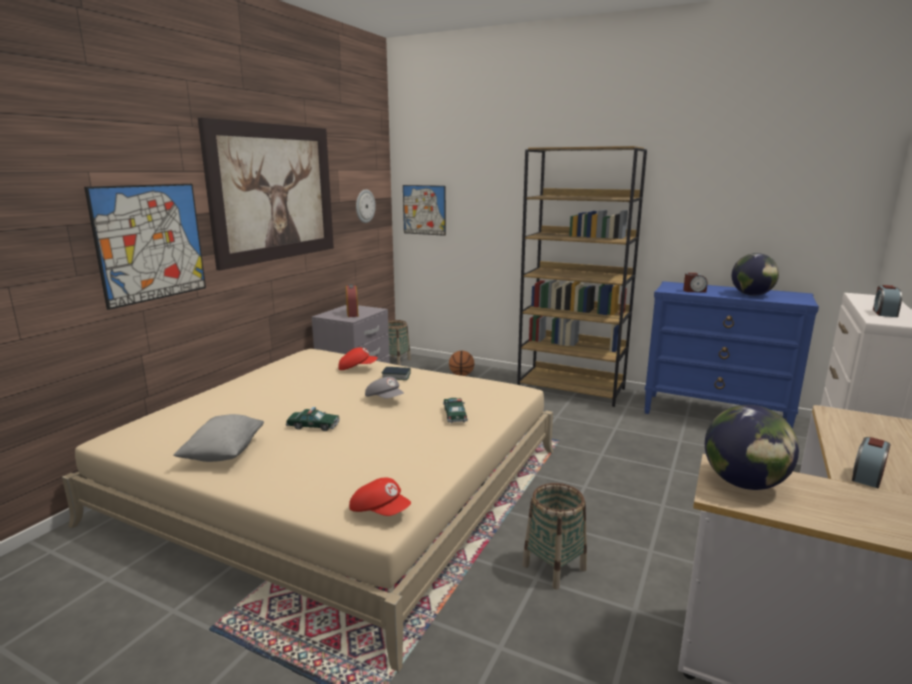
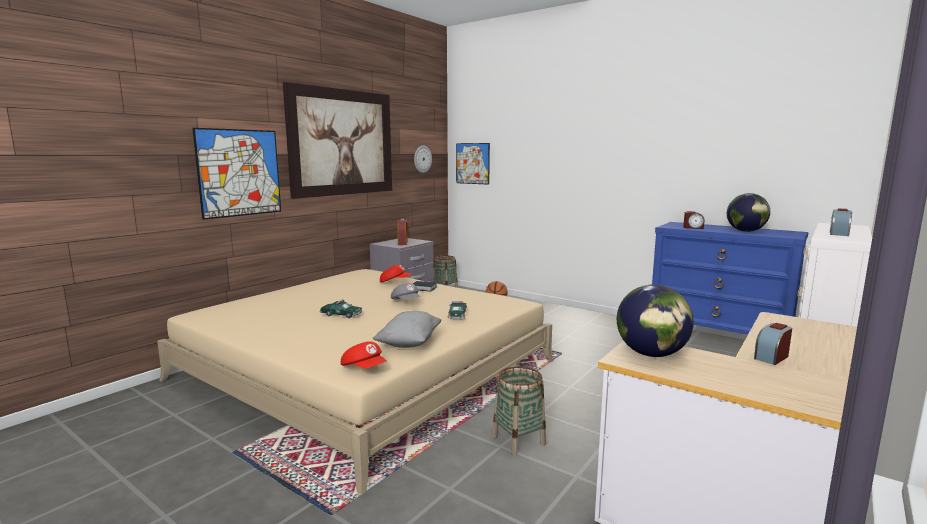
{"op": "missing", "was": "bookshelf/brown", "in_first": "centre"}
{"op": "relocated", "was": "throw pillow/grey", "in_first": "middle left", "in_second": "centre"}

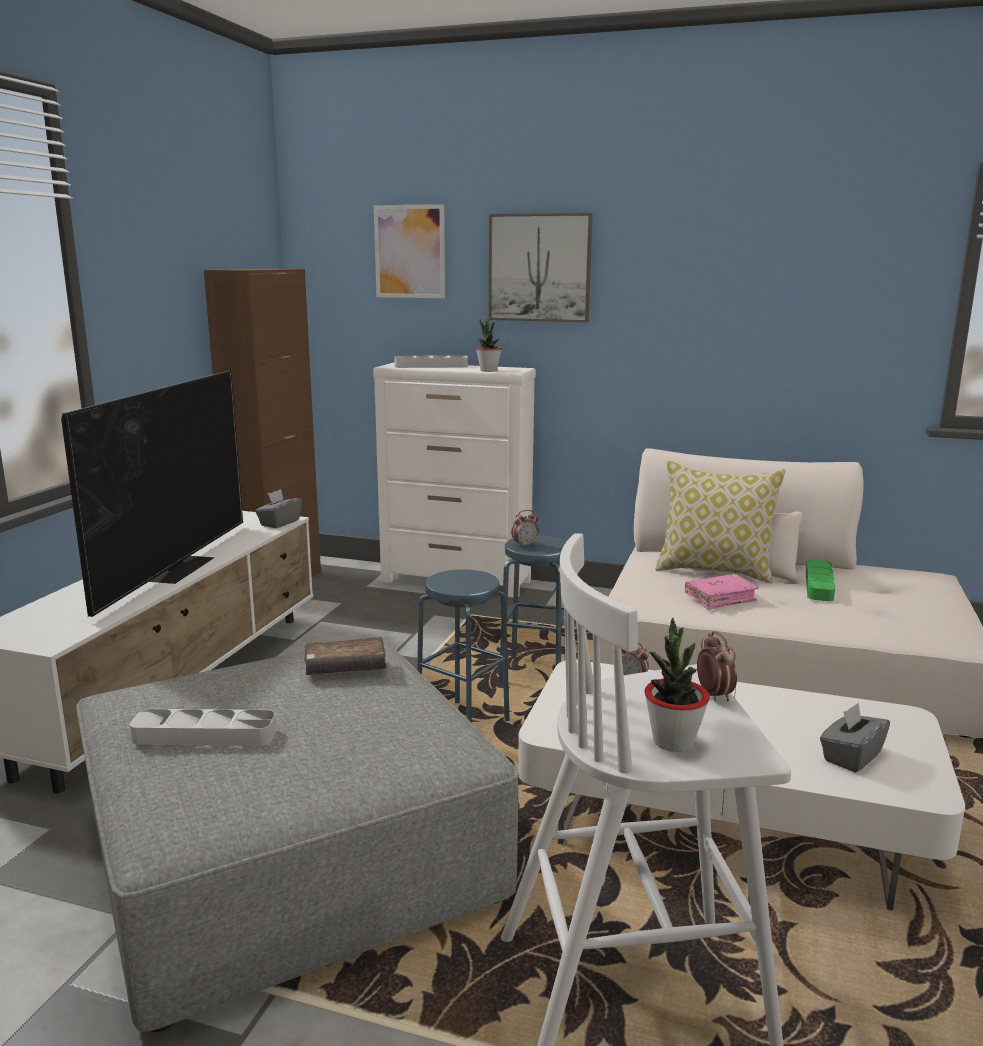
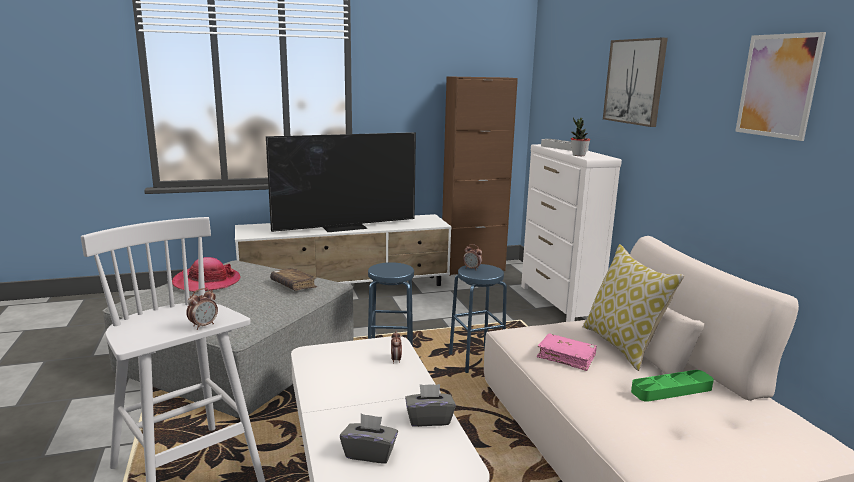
{"op": "missing", "was": "plant in a pot (no. 2 from left)", "in_first": "middle right"}
{"op": "relocated", "was": "box of tissues/grey (no. 1 from left in the first image)", "now": "box of tissues/grey (no. 2 from left)", "in_first": "middle left", "in_second": "bottom centre"}
{"op": "relocated", "was": "wall picture (no. 1 from left in the first image)", "now": "wall picture (no. 2 from left)", "in_first": "top centre", "in_second": "top right"}
{"op": "exchanged", "was": "carrying tray/grey (no. 1 from left)", "now": "hat", "in_first": "bottom left", "in_second": "middle left"}

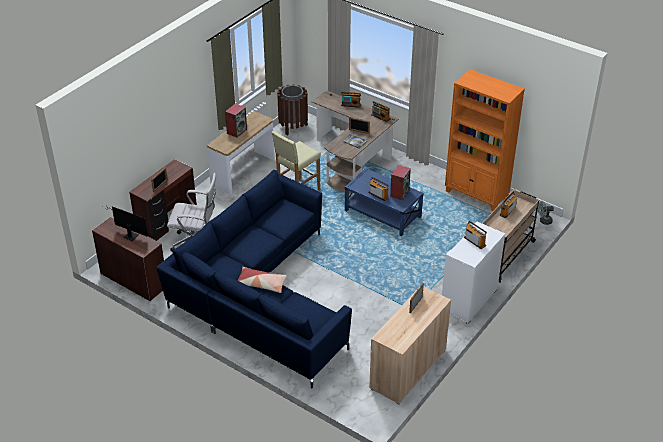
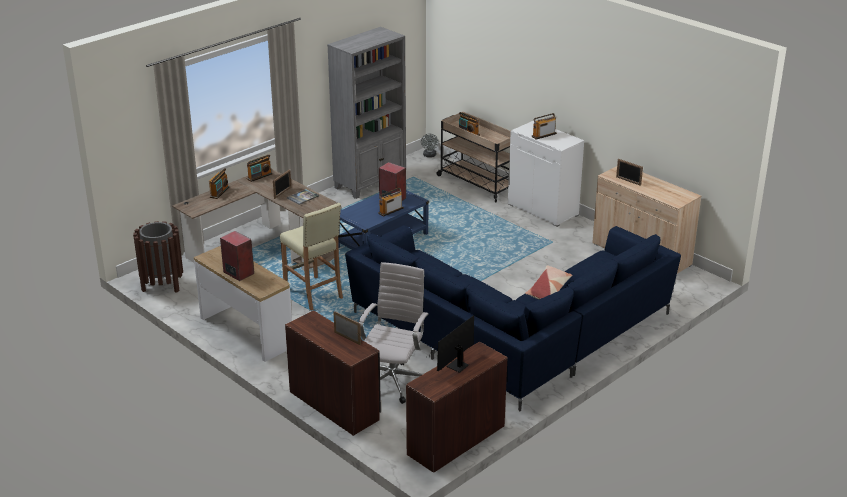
{"op": "colour", "was": "bookshelf/orangey", "now": "bookshelf/grey", "in_first": "top right", "in_second": "top centre"}

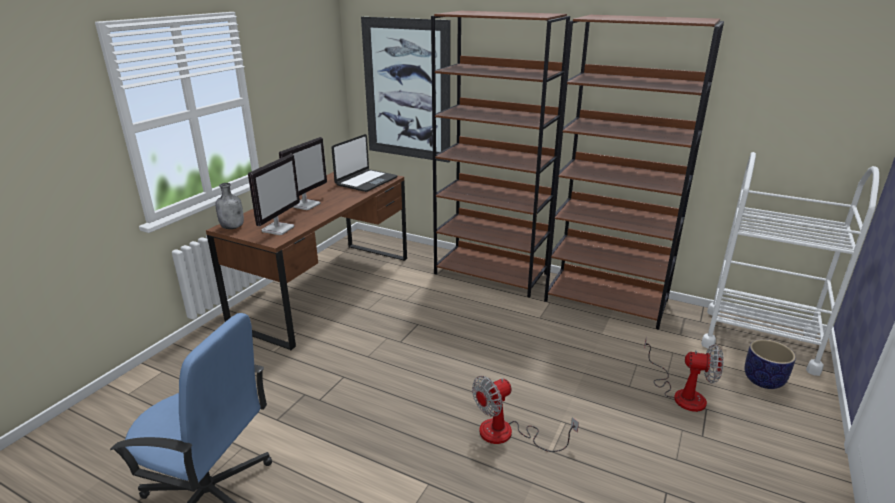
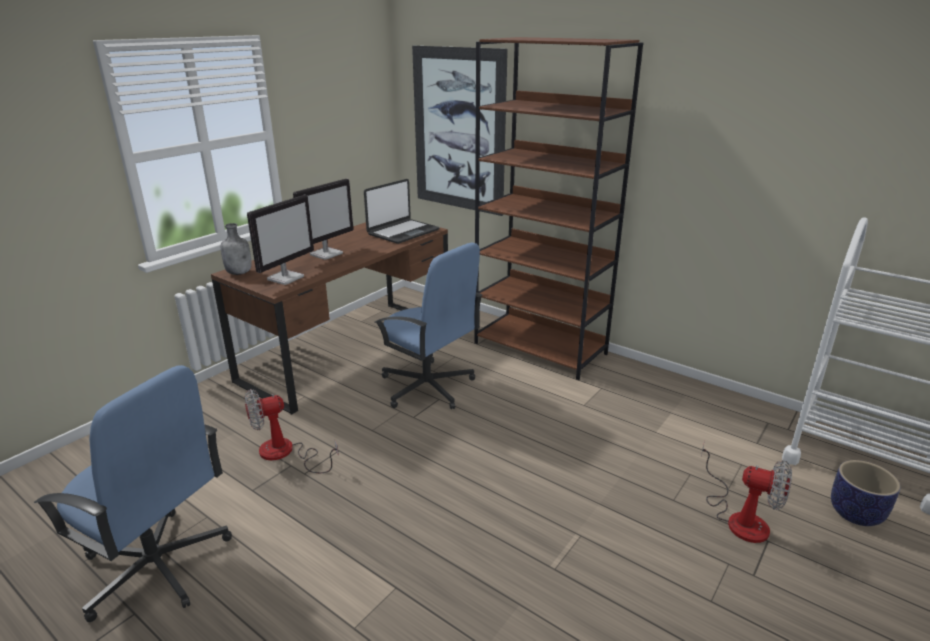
{"op": "missing", "was": "bookshelf/brown (no. 2 from left)", "in_first": "middle right"}
{"op": "appeared", "now": "desk chair/blue-coloured (no. 2 from left)", "in_second": "centre"}
{"op": "relocated", "was": "cooling fan (no. 1 from left)", "in_first": "bottom centre", "in_second": "bottom left"}

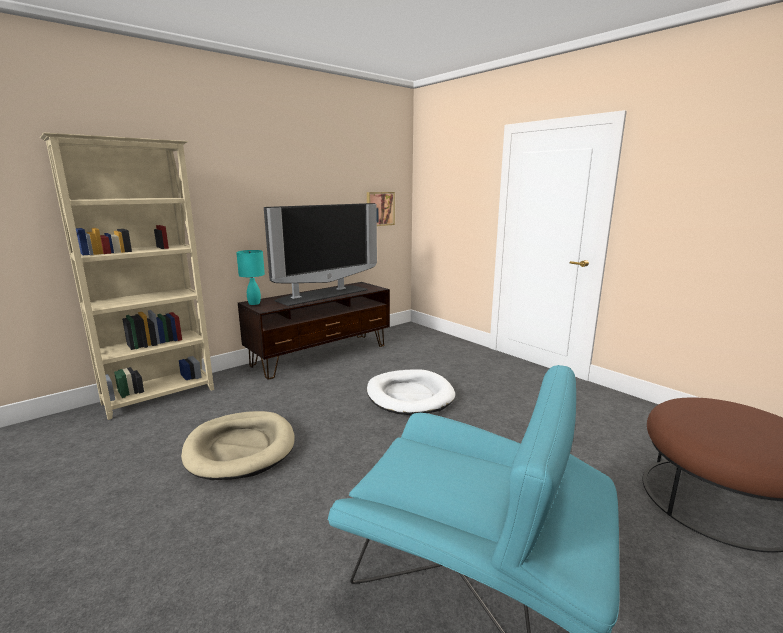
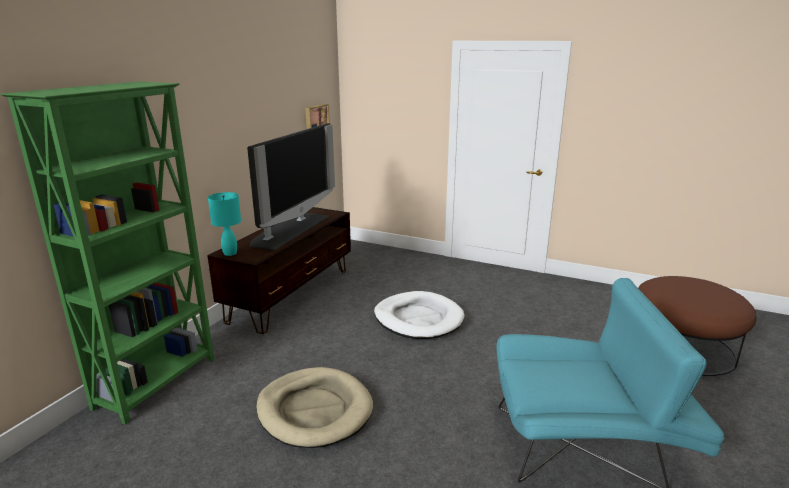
{"op": "colour", "was": "bookshelf/beige", "now": "bookshelf/green-coloured", "in_first": "middle left", "in_second": "middle left"}

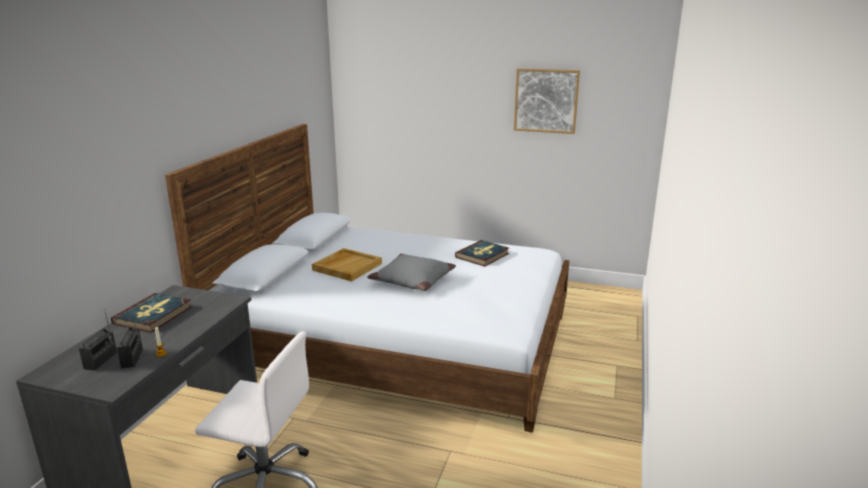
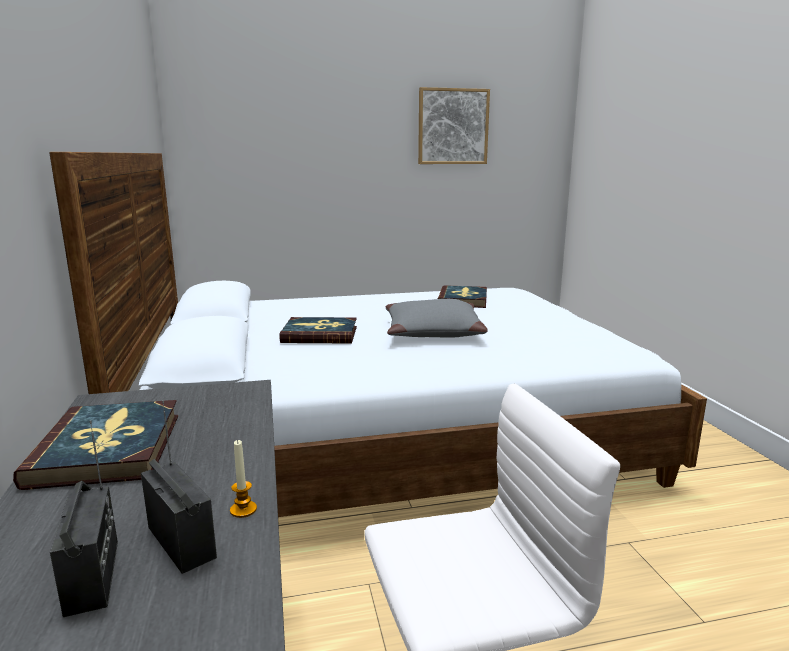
{"op": "exchanged", "was": "carrying tray/beige", "now": "bound book (no. 2 from left)", "in_first": "centre", "in_second": "centre"}

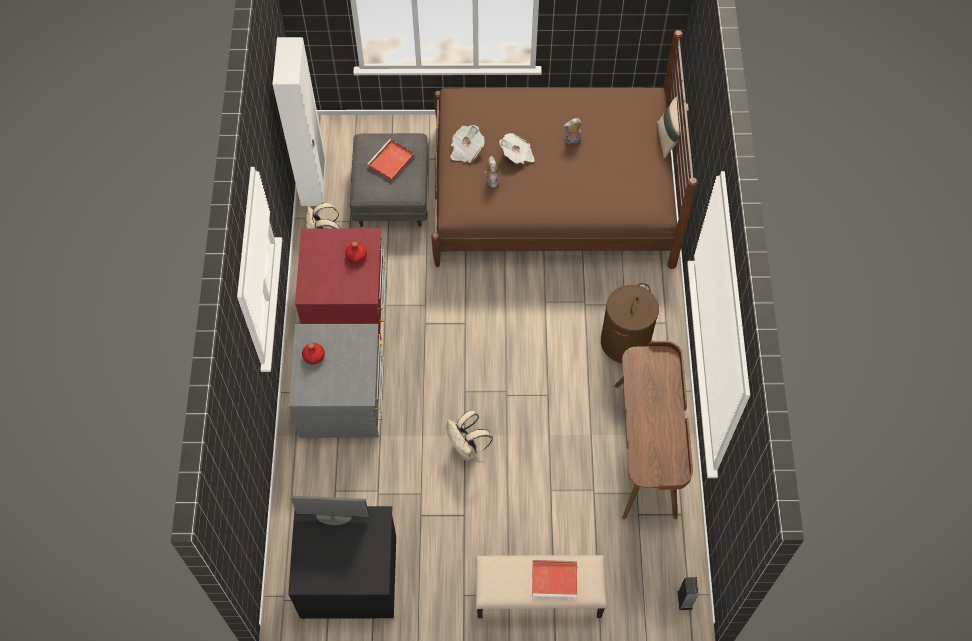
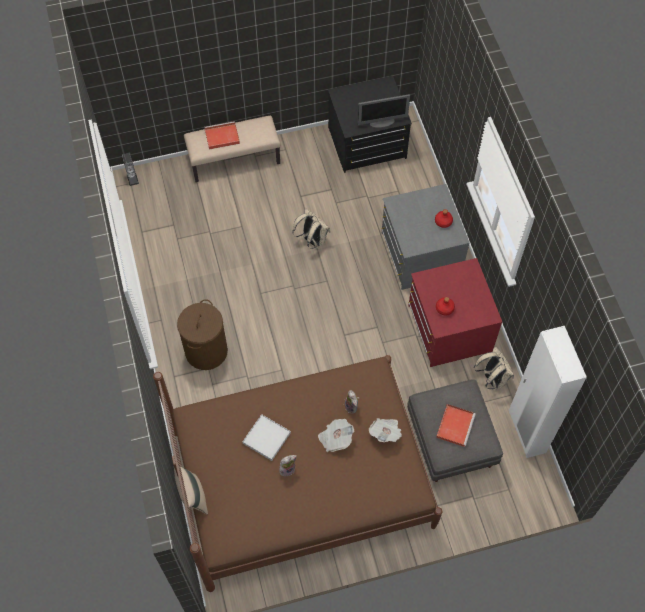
{"op": "missing", "was": "desk/brown", "in_first": "bottom right"}
{"op": "appeared", "now": "carrying tray/whitish", "in_second": "bottom centre"}

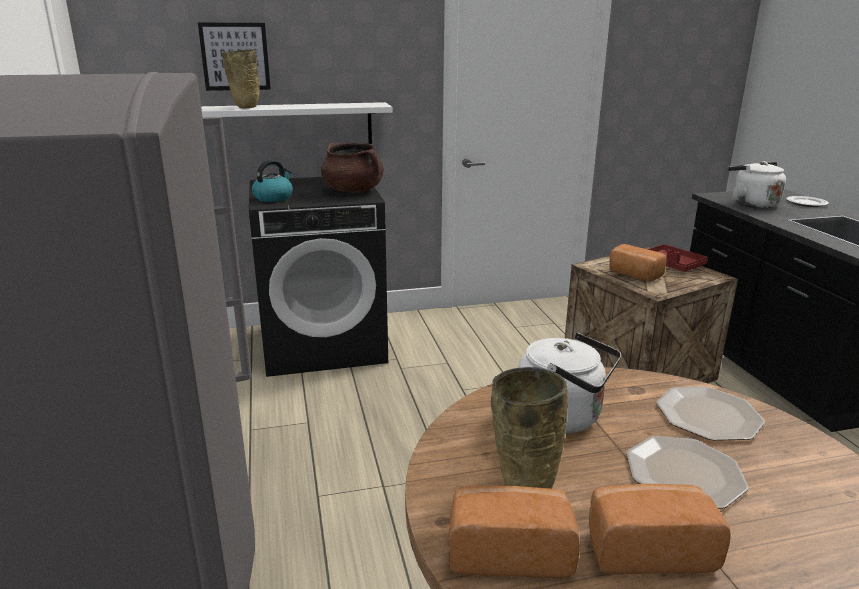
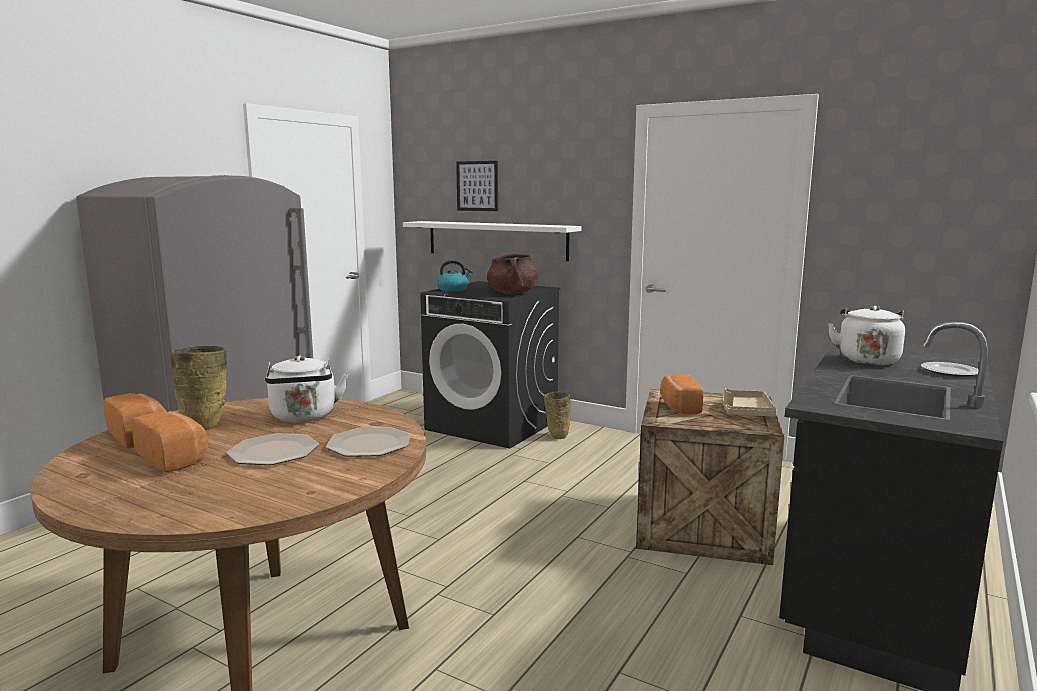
{"op": "relocated", "was": "flower vase/beige (no. 1 from left in the first image)", "now": "flower vase/beige (no. 2 from left)", "in_first": "top left", "in_second": "centre"}
{"op": "colour", "was": "carrying tray/red-coloured", "now": "carrying tray/beige", "in_first": "middle right", "in_second": "middle right"}

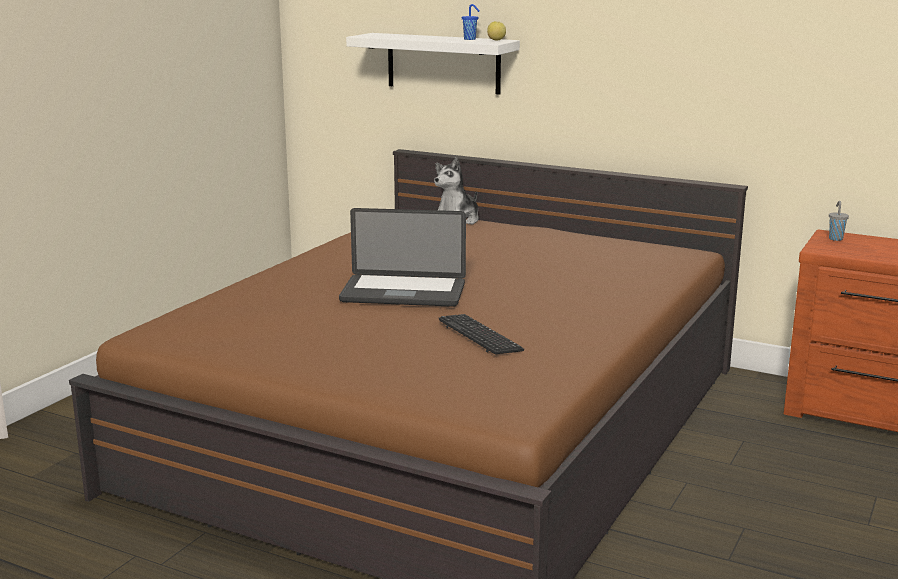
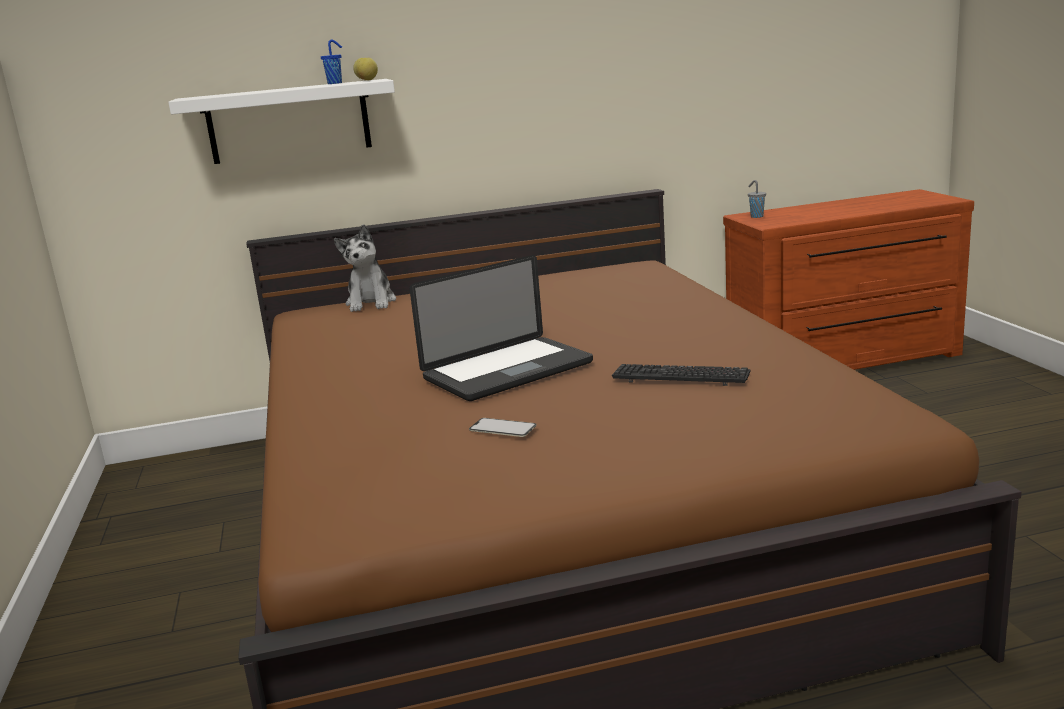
{"op": "appeared", "now": "handset", "in_second": "centre"}

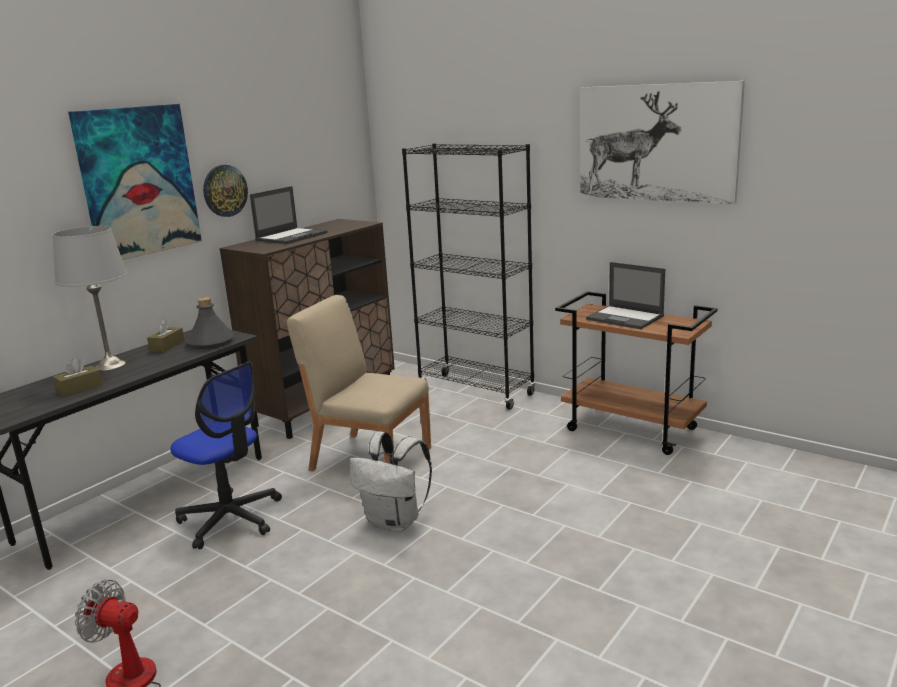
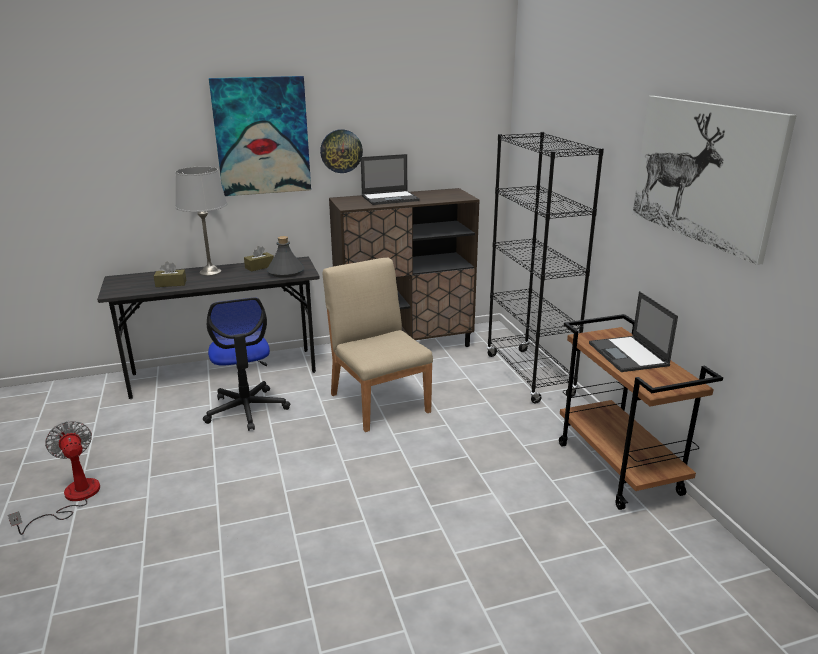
{"op": "missing", "was": "knapsack/whitish", "in_first": "bottom centre"}

